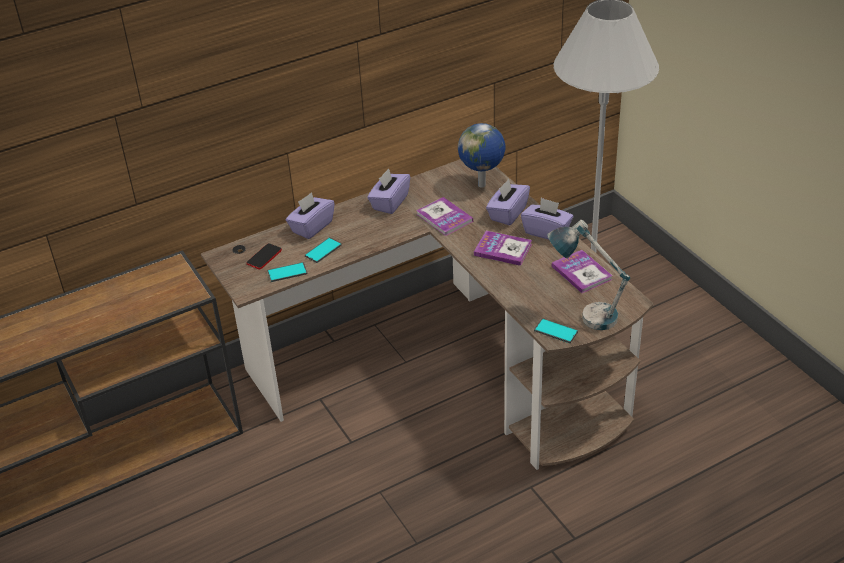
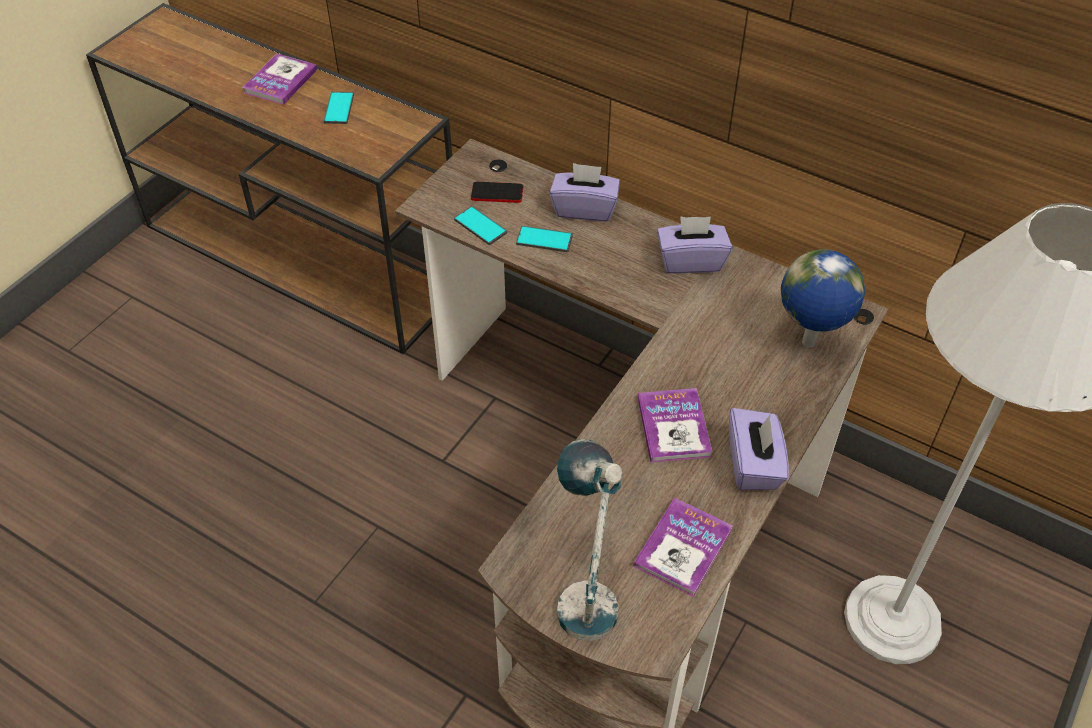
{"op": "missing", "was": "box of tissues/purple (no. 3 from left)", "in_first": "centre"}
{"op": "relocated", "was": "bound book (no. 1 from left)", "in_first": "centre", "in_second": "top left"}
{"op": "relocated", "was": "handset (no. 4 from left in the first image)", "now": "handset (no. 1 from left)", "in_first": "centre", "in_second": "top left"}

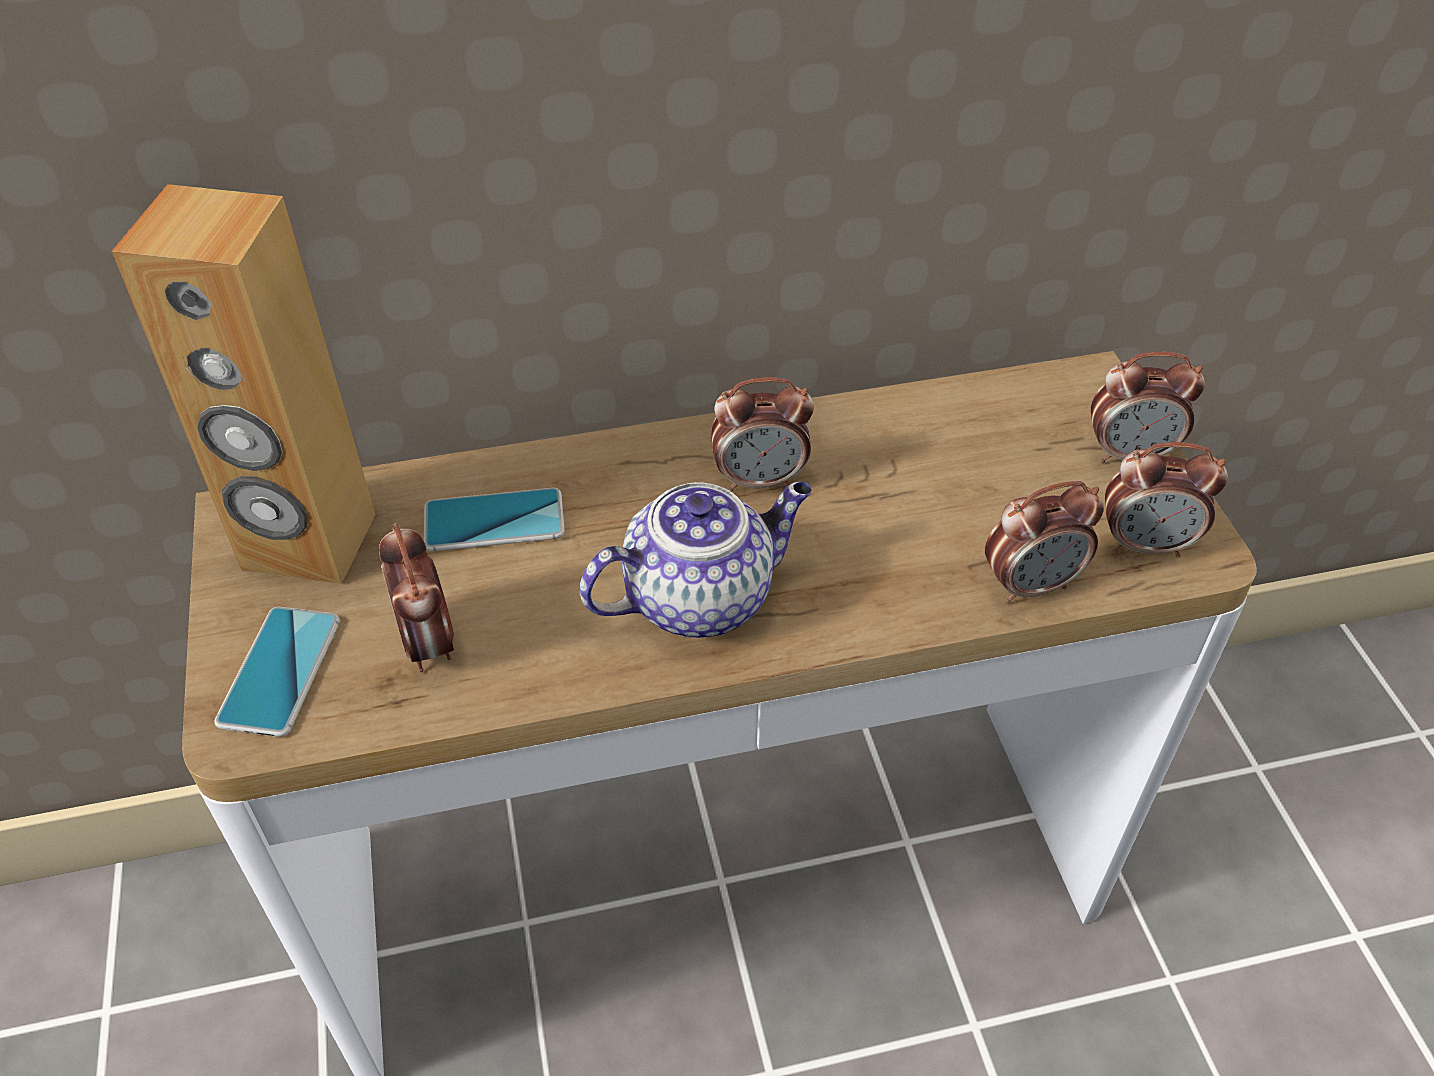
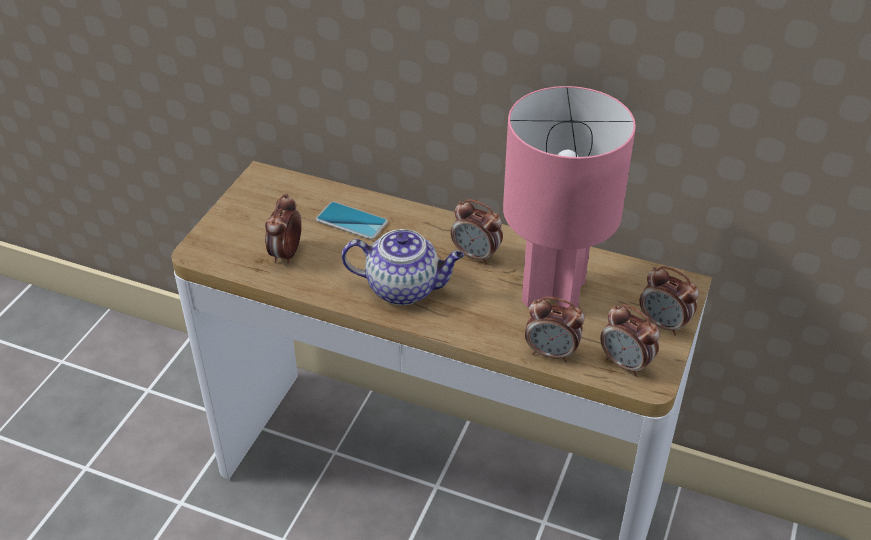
{"op": "missing", "was": "audio speaker/brown", "in_first": "middle left"}
{"op": "missing", "was": "handset (no. 1 from left)", "in_first": "middle left"}
{"op": "appeared", "now": "lamp for a table/pink", "in_second": "centre"}

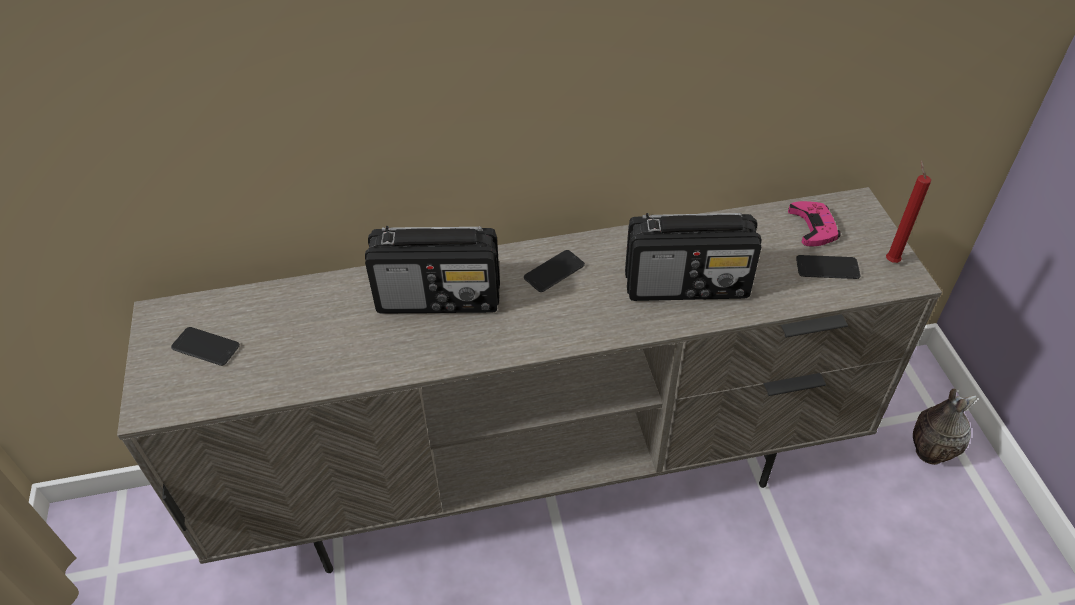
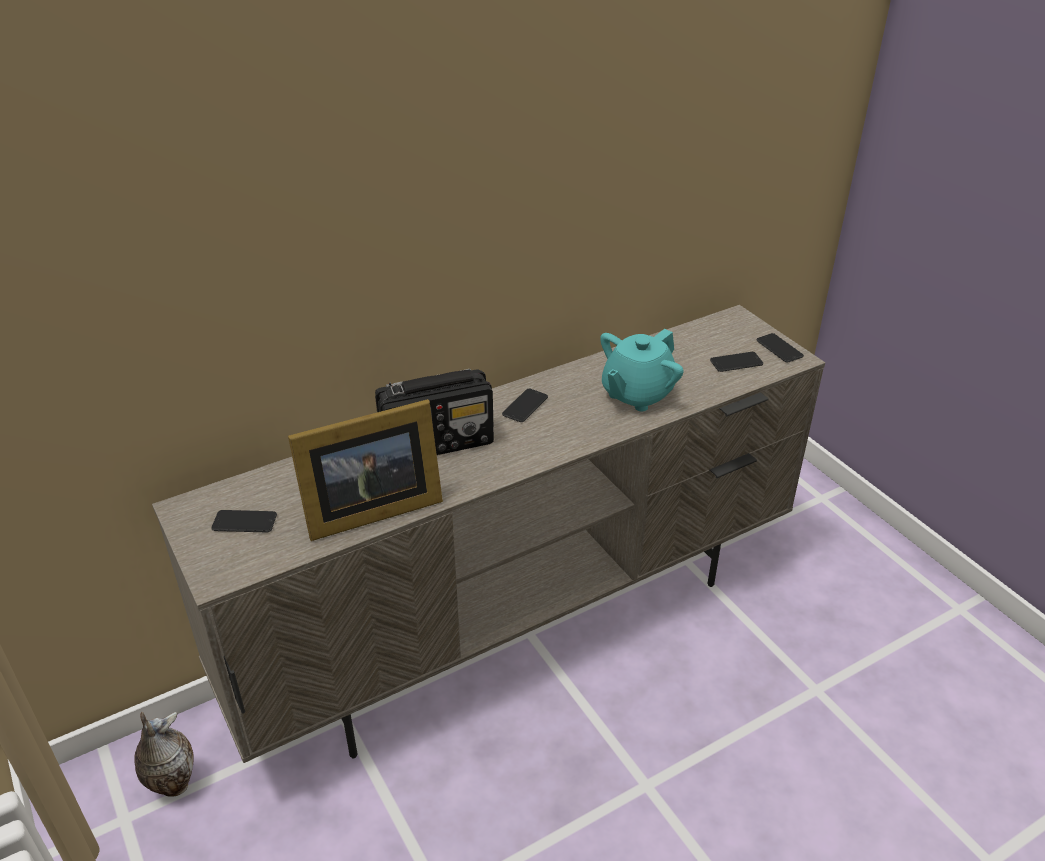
{"op": "missing", "was": "gamepad/pink", "in_first": "middle right"}
{"op": "appeared", "now": "photo frame", "in_second": "centre"}
{"op": "relocated", "was": "flower vase", "in_first": "bottom right", "in_second": "bottom left"}
{"op": "exchanged", "was": "radio set (no. 2 from left)", "now": "teapot/turquoise-coloured", "in_first": "centre", "in_second": "centre"}
{"op": "exchanged", "was": "candle/red-coloured", "now": "handset (no. 4 from left)", "in_first": "middle right", "in_second": "middle right"}

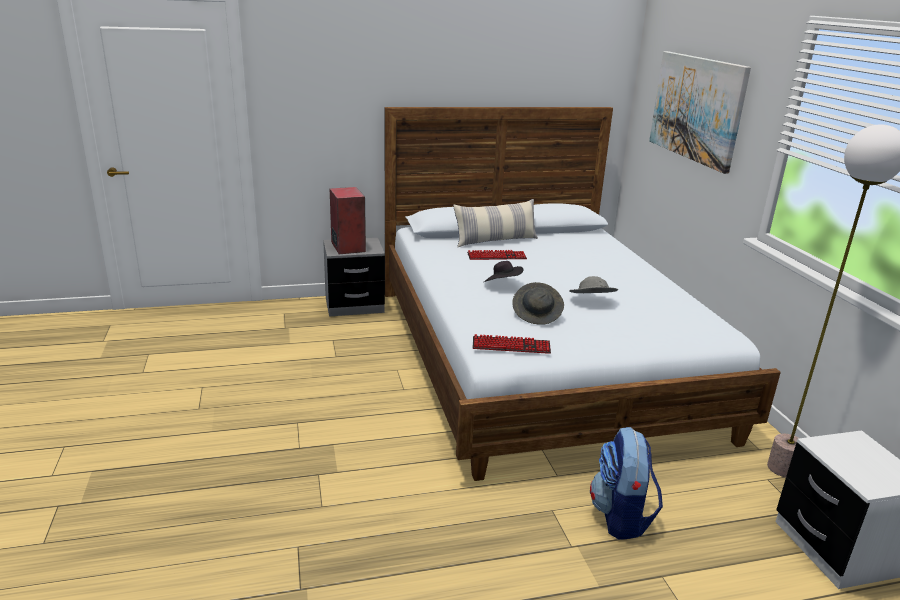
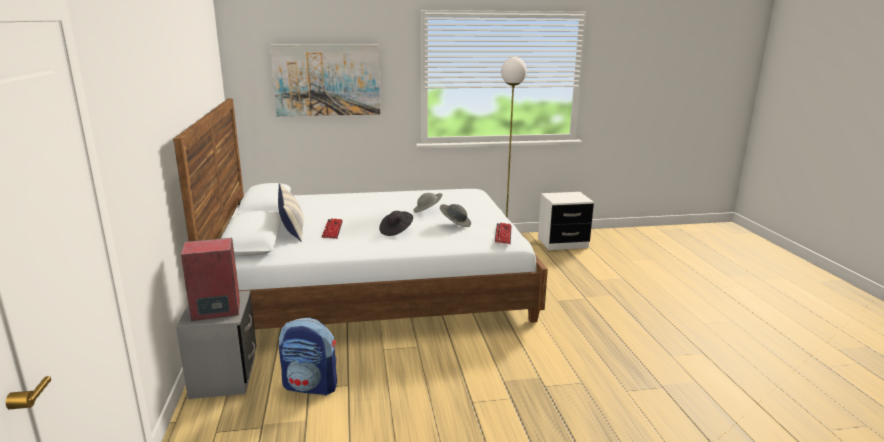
{"op": "relocated", "was": "knapsack", "in_first": "bottom right", "in_second": "bottom centre"}

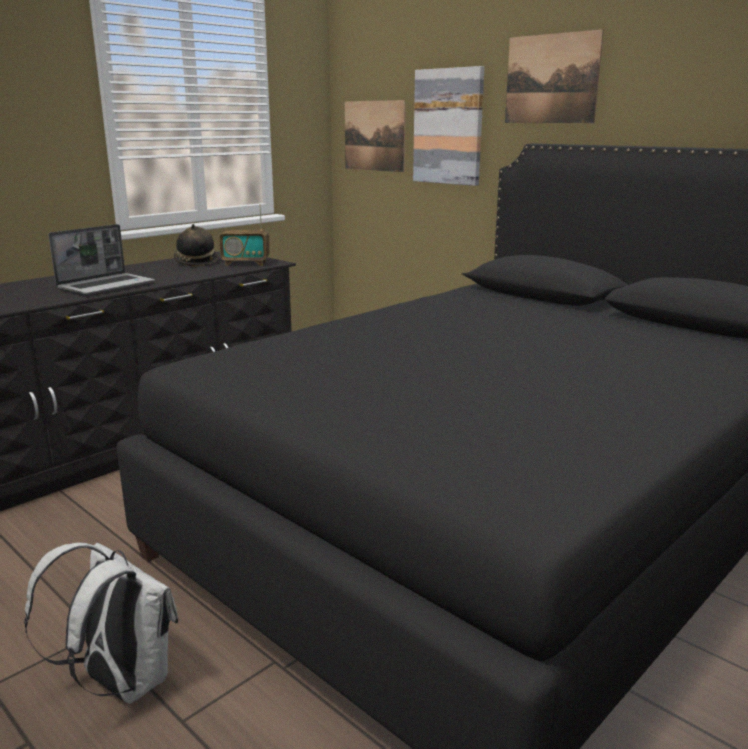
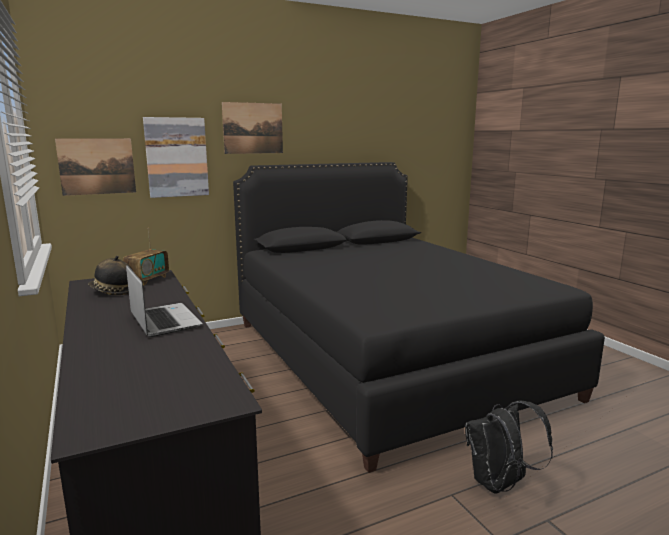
{"op": "colour", "was": "knapsack/whitish", "now": "knapsack/blackish", "in_first": "bottom left", "in_second": "bottom right"}

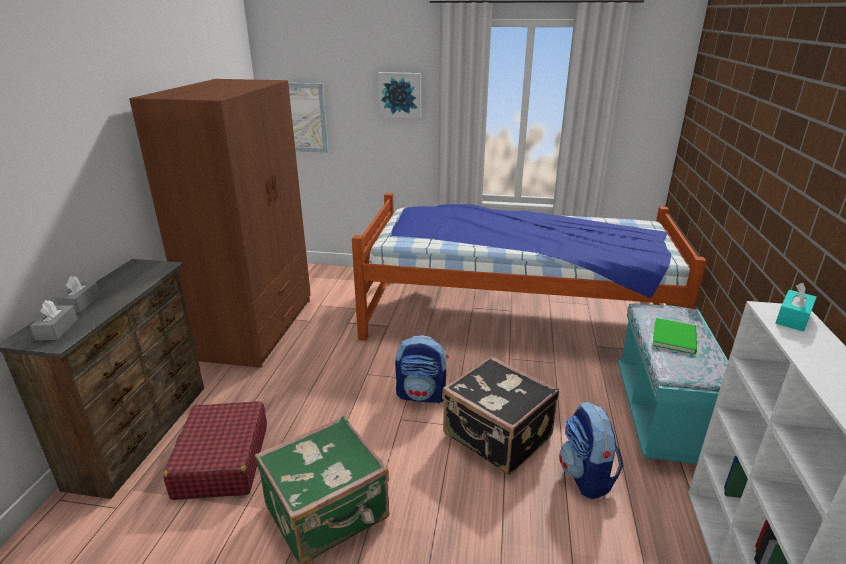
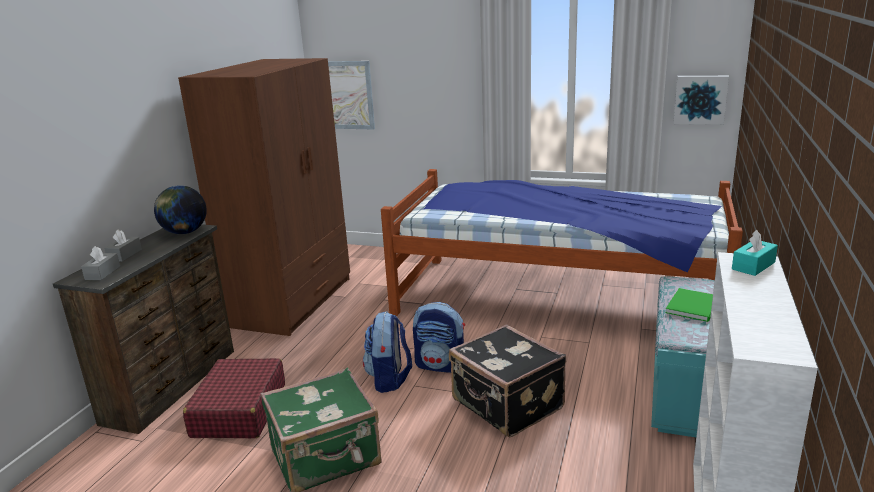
{"op": "appeared", "now": "desk globe", "in_second": "middle left"}
{"op": "relocated", "was": "wall picture (no. 2 from left)", "in_first": "top centre", "in_second": "top right"}
{"op": "relocated", "was": "knapsack (no. 2 from left in the first image)", "now": "knapsack (no. 1 from left)", "in_first": "bottom right", "in_second": "bottom centre"}

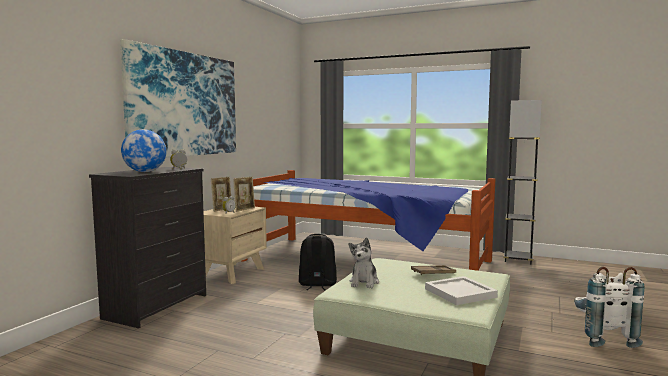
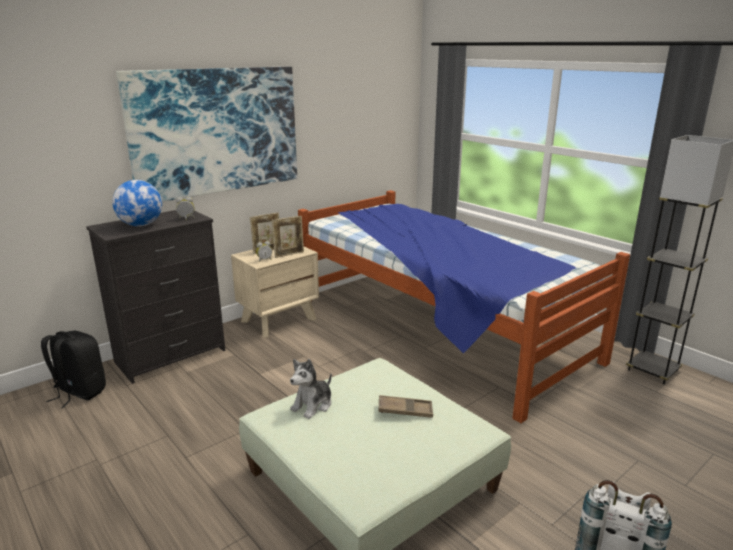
{"op": "missing", "was": "carrying tray/whitish", "in_first": "bottom right"}
{"op": "relocated", "was": "knapsack/blackish", "in_first": "bottom centre", "in_second": "bottom left"}

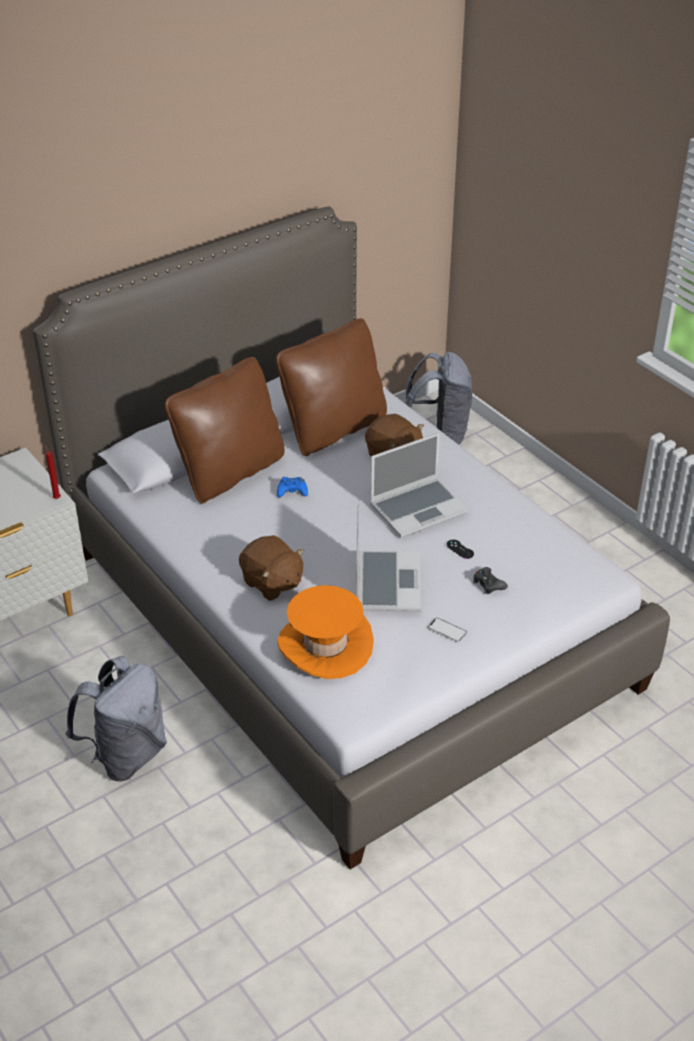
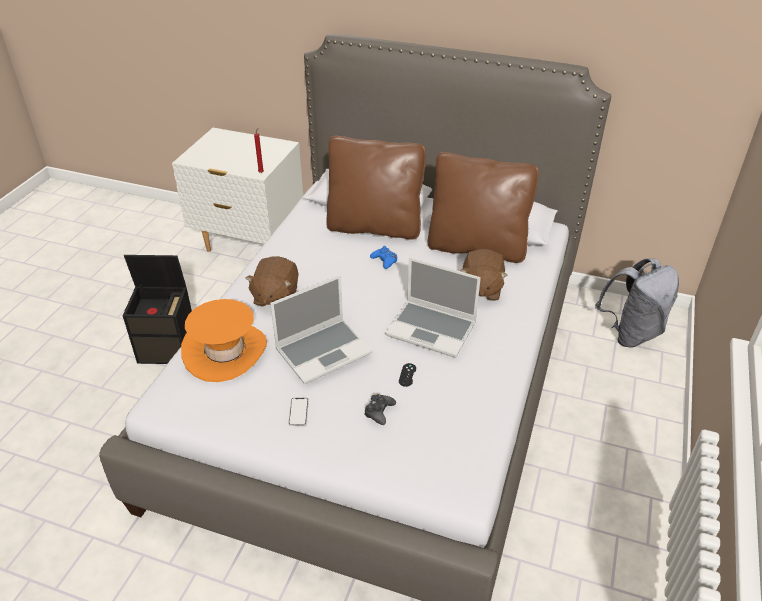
{"op": "exchanged", "was": "knapsack/grey (no. 1 from left)", "now": "storage container/blackish", "in_first": "bottom left", "in_second": "middle left"}

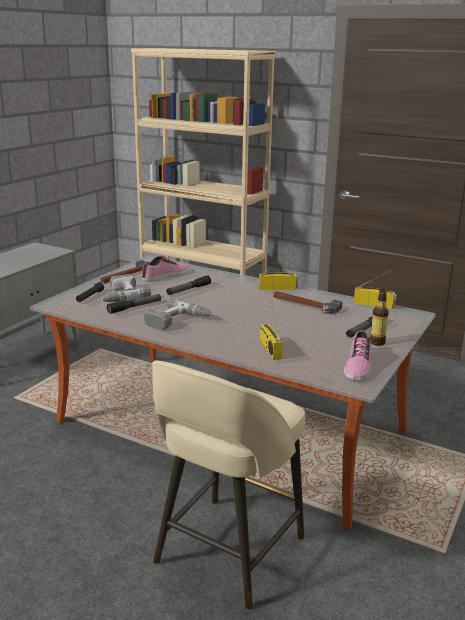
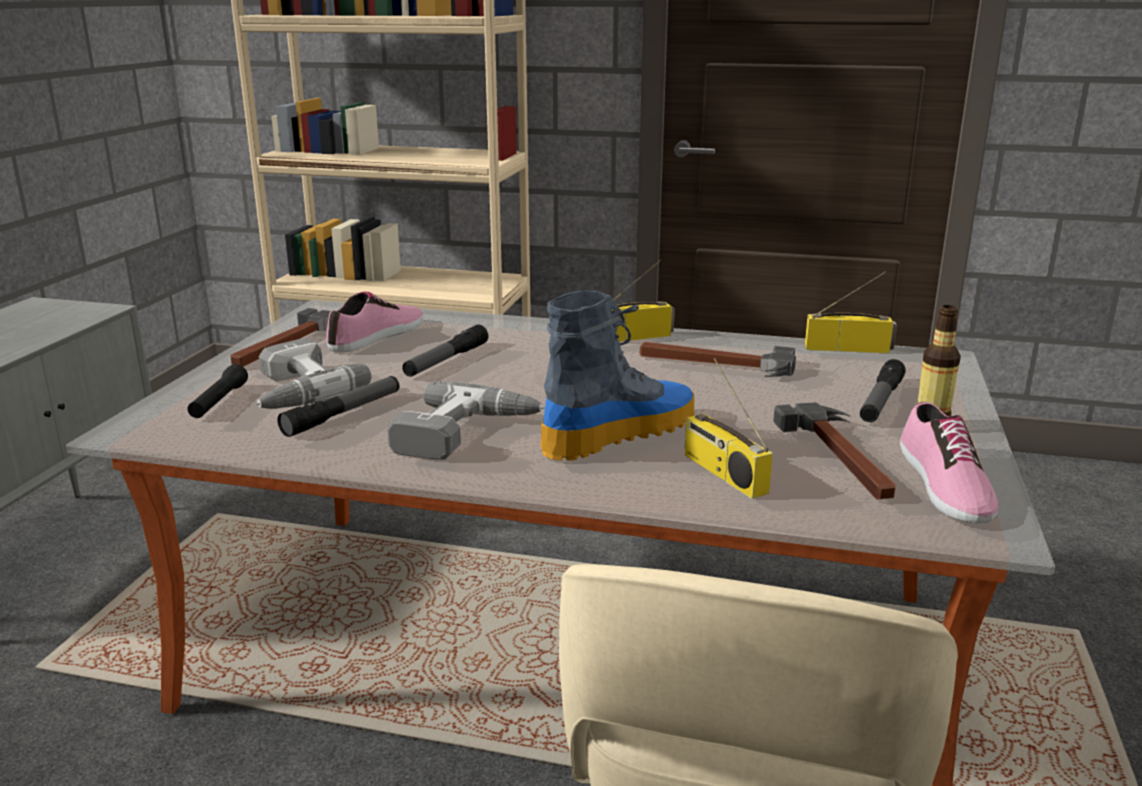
{"op": "appeared", "now": "boot", "in_second": "centre"}
{"op": "appeared", "now": "tool hammer (no. 3 from left)", "in_second": "middle right"}

